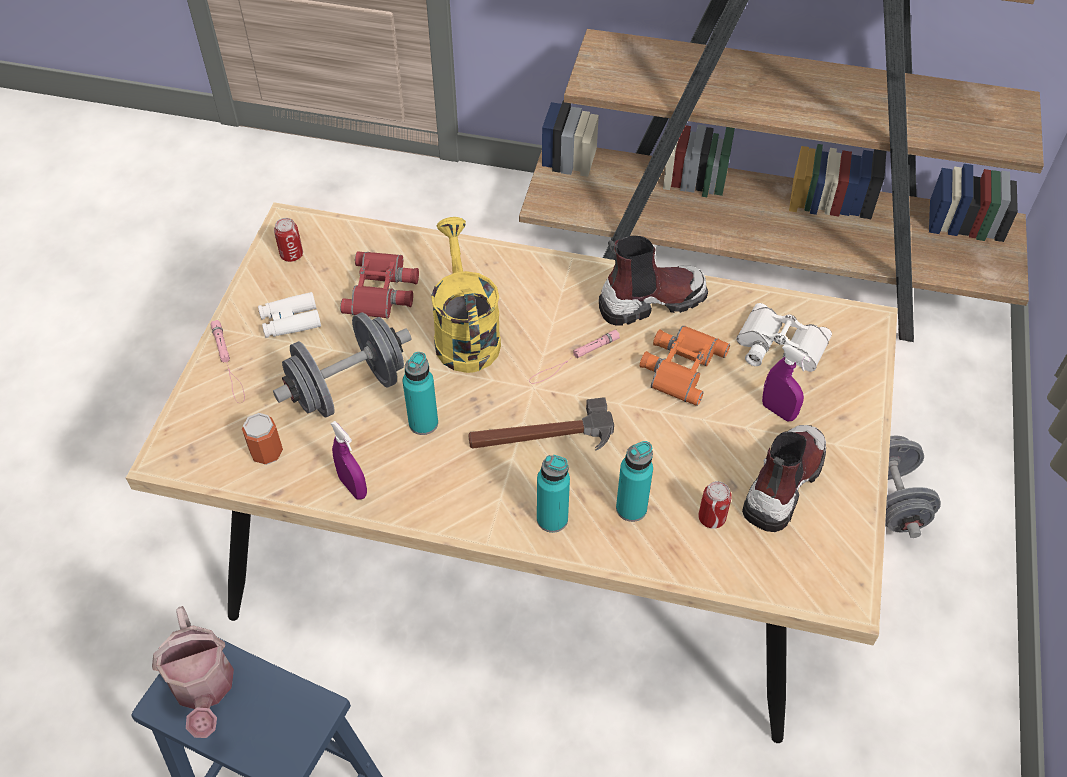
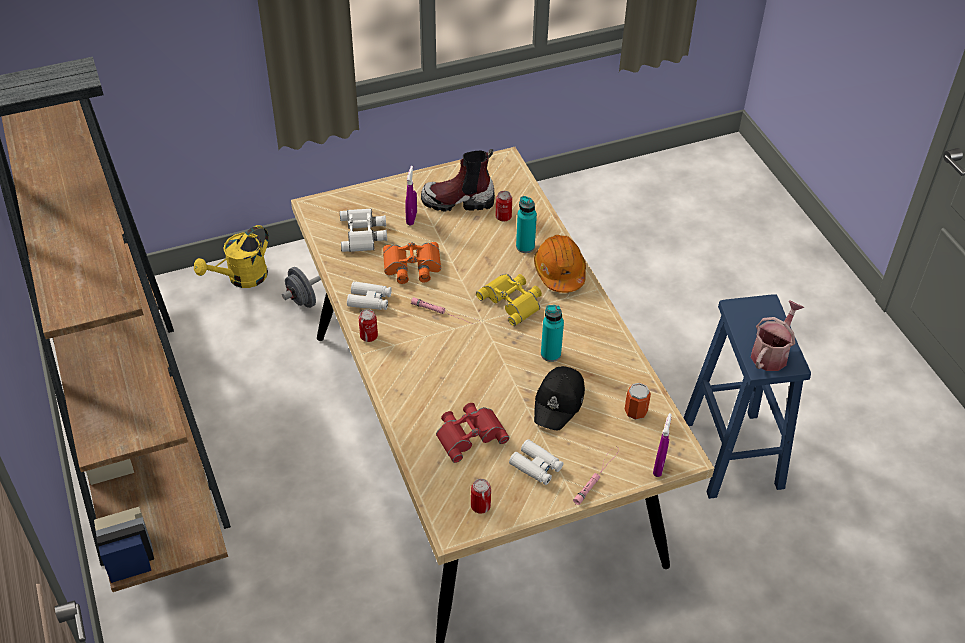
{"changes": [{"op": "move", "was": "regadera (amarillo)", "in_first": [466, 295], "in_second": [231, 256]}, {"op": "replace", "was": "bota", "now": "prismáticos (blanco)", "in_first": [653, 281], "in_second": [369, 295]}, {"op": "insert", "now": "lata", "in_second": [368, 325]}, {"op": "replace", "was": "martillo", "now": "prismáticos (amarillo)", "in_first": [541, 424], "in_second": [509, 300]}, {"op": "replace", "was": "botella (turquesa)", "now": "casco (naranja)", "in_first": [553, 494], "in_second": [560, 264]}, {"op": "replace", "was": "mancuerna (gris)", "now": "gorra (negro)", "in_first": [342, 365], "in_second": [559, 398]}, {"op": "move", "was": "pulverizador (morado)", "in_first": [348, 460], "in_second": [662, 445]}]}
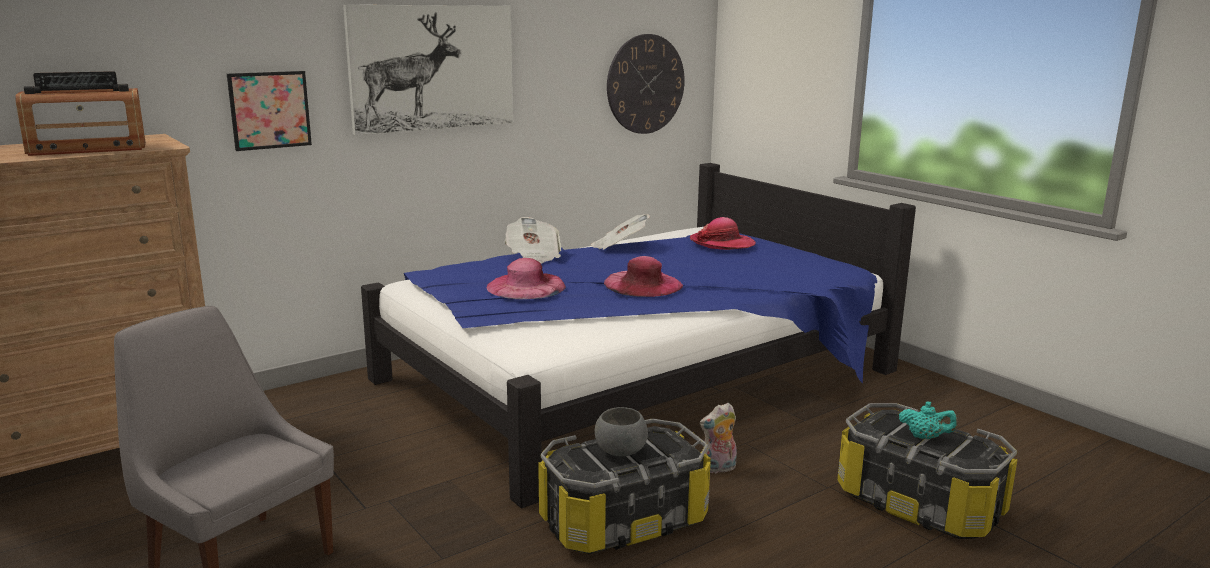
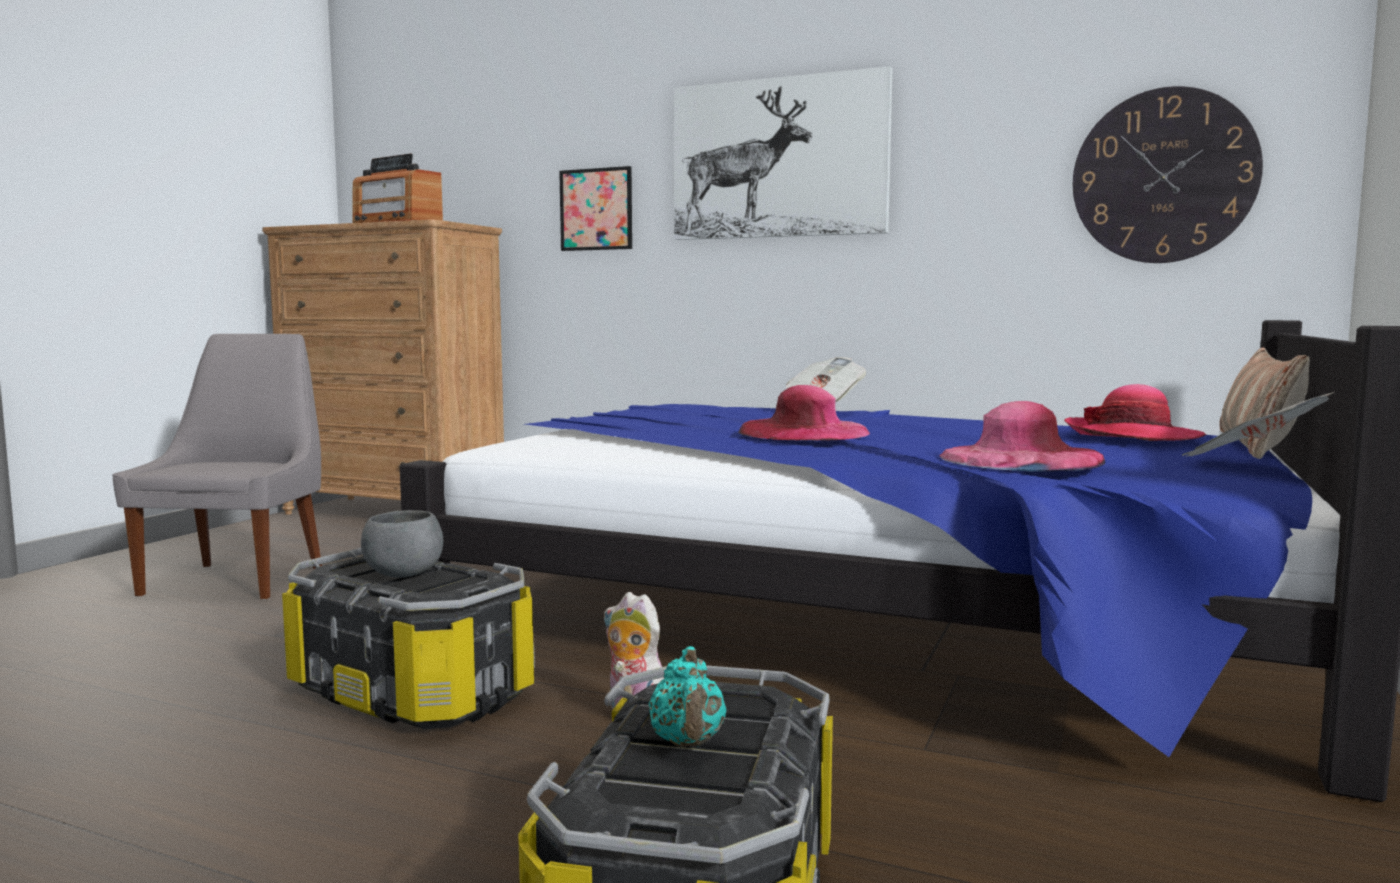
{"changes": [{"op": "move", "was": "sombrero (rosa)", "in_first": [526, 278], "in_second": [1022, 436]}, {"op": "move", "was": "periódico", "in_first": [620, 232], "in_second": [1258, 424]}, {"op": "insert", "now": "cojín", "in_second": [1264, 403]}]}
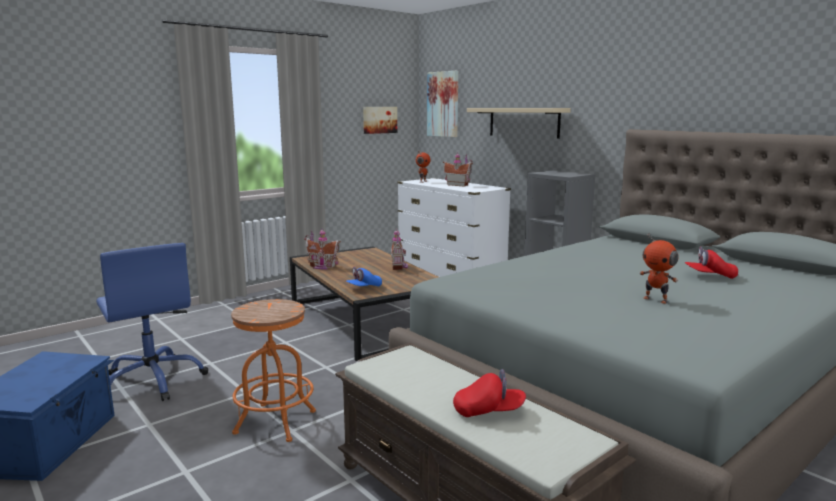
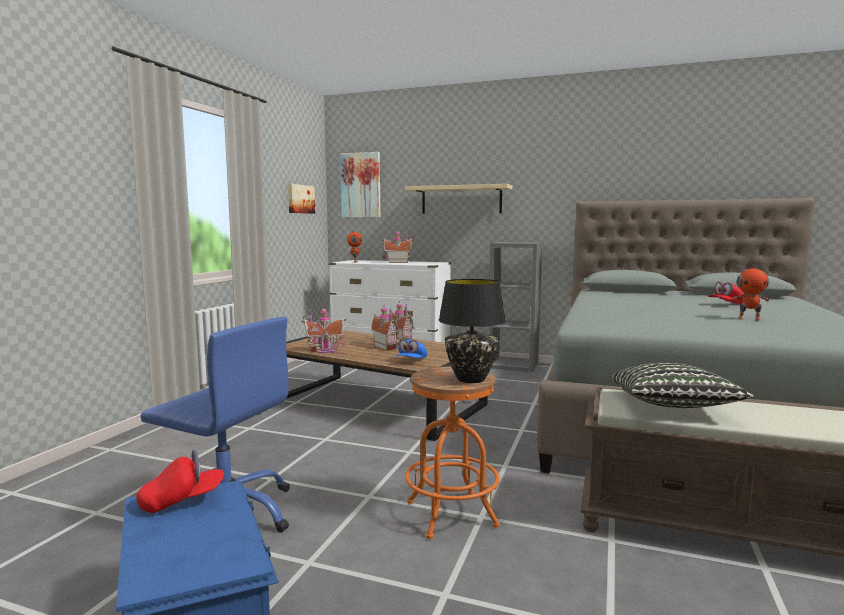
{"changes": [{"op": "move", "was": "gorra (rojo)", "in_first": [489, 393], "in_second": [180, 481]}, {"op": "insert", "now": "casita", "in_second": [385, 328]}, {"op": "insert", "now": "lámpara de mesa (negro)", "in_second": [472, 331]}, {"op": "insert", "now": "cojín", "in_second": [683, 385]}]}
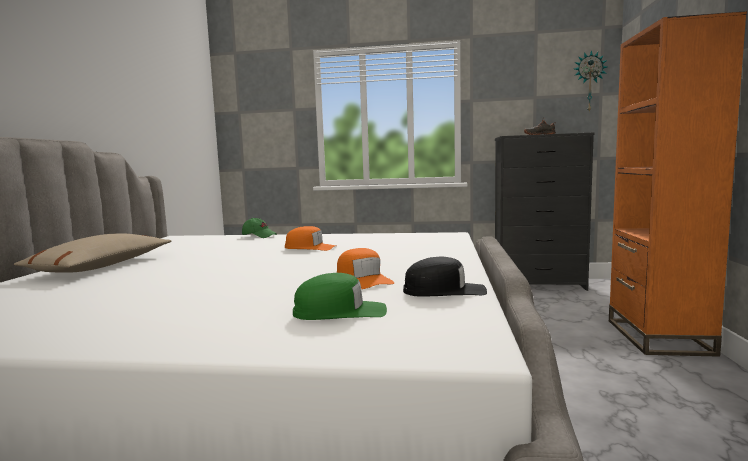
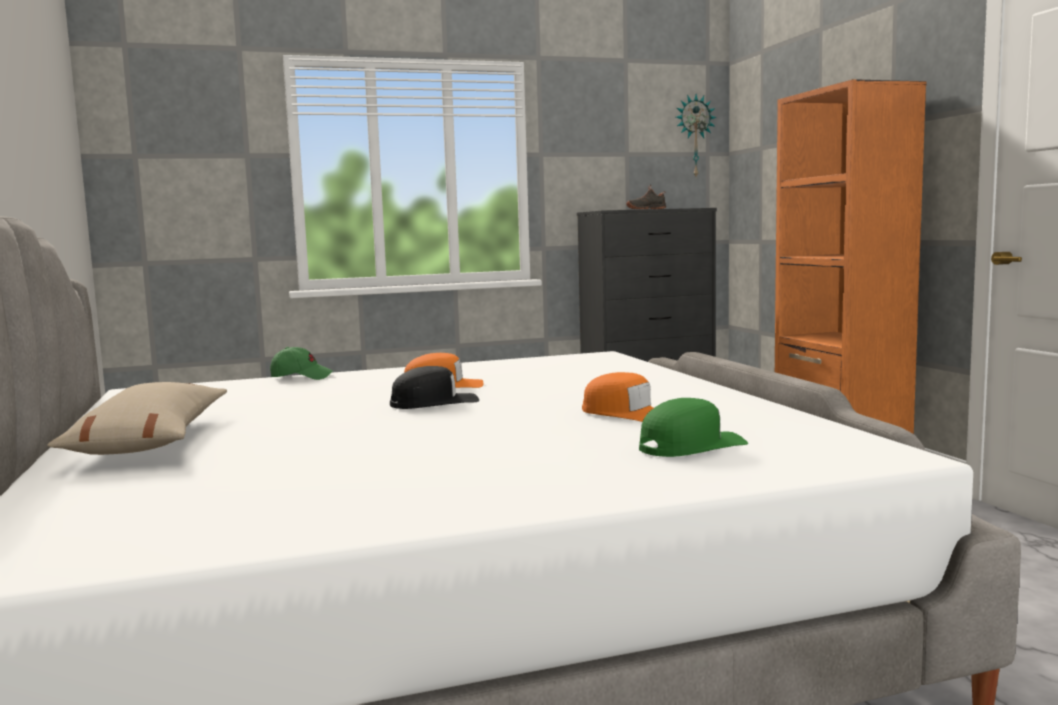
{"changes": [{"op": "move", "was": "gorra (negro)", "in_first": [445, 277], "in_second": [434, 387]}]}
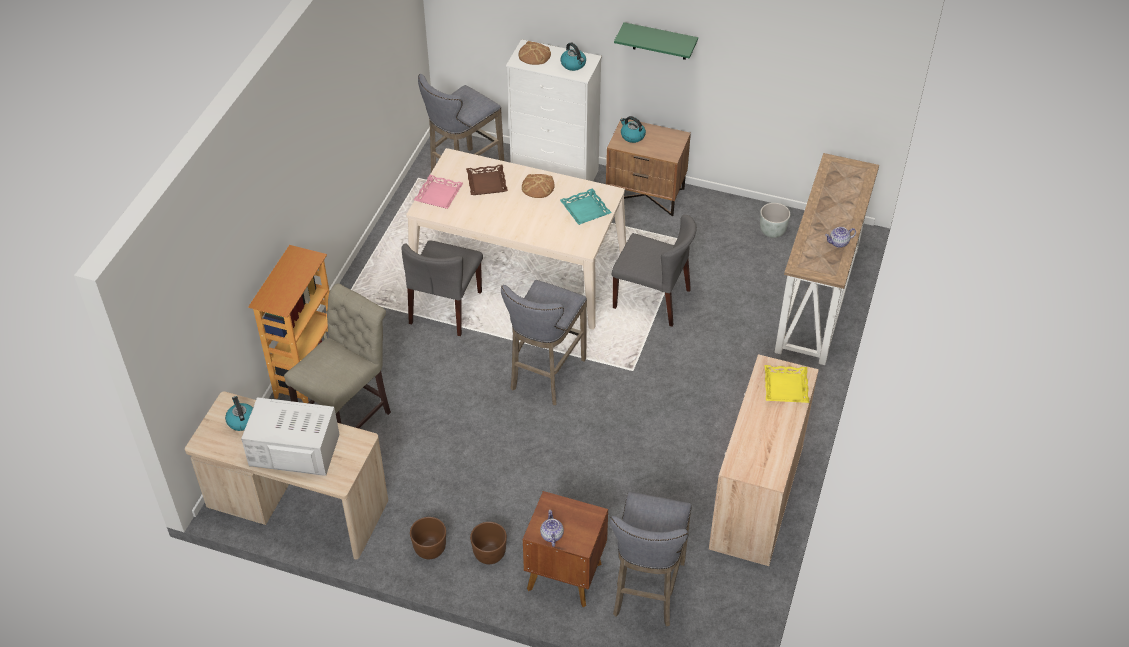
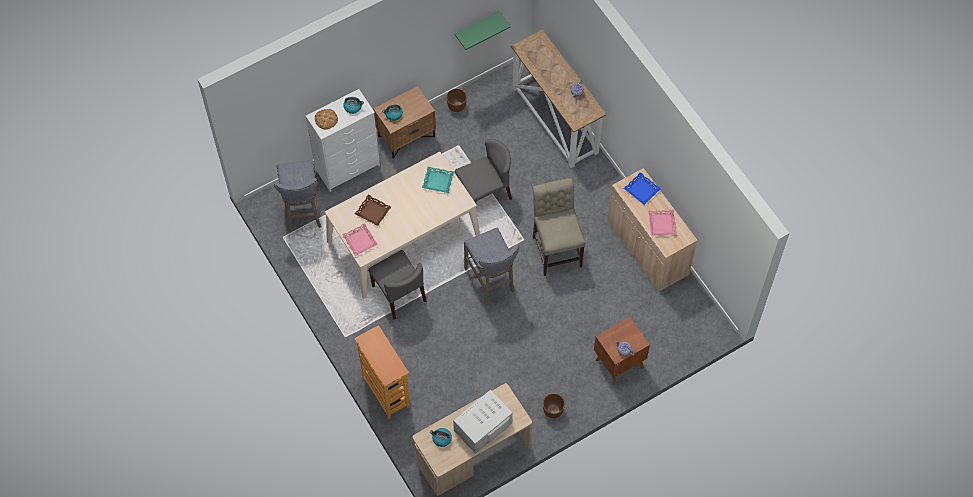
{"changes": [{"op": "move", "was": "maceta (marrón)", "in_first": [488, 543], "in_second": [456, 100]}, {"op": "move", "was": "estante (verde)", "in_first": [656, 41], "in_second": [482, 30]}, {"op": "move", "was": "silla (beis)", "in_first": [337, 355], "in_second": [559, 227]}, {"op": "recolor", "was": "bandeja (amarillo)", "now": "bandeja (azul)", "in_first": [787, 384], "in_second": [642, 188]}, {"op": "insert", "now": "bandeja (rosa)", "in_second": [662, 223]}, {"op": "delete", "was": "pan", "in_first": [538, 186]}, {"op": "delete", "was": "taburete (gris)", "in_first": [651, 559]}, {"op": "delete", "was": "maceta (gris)", "in_first": [775, 220]}]}
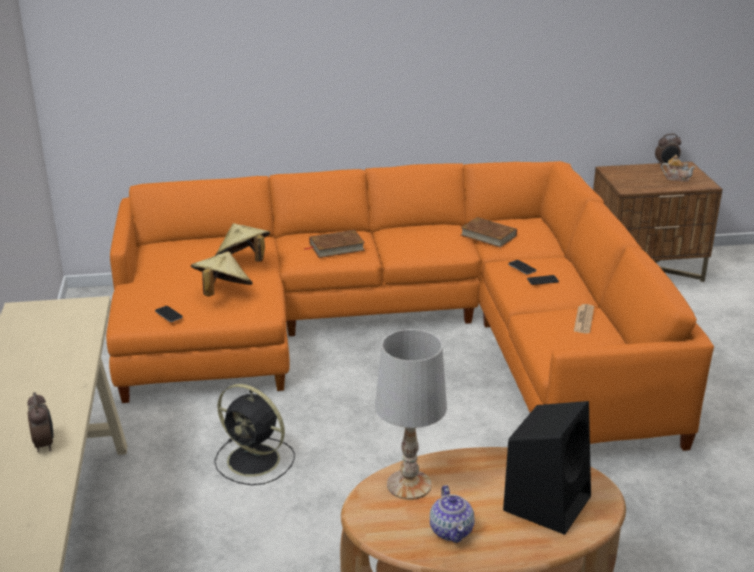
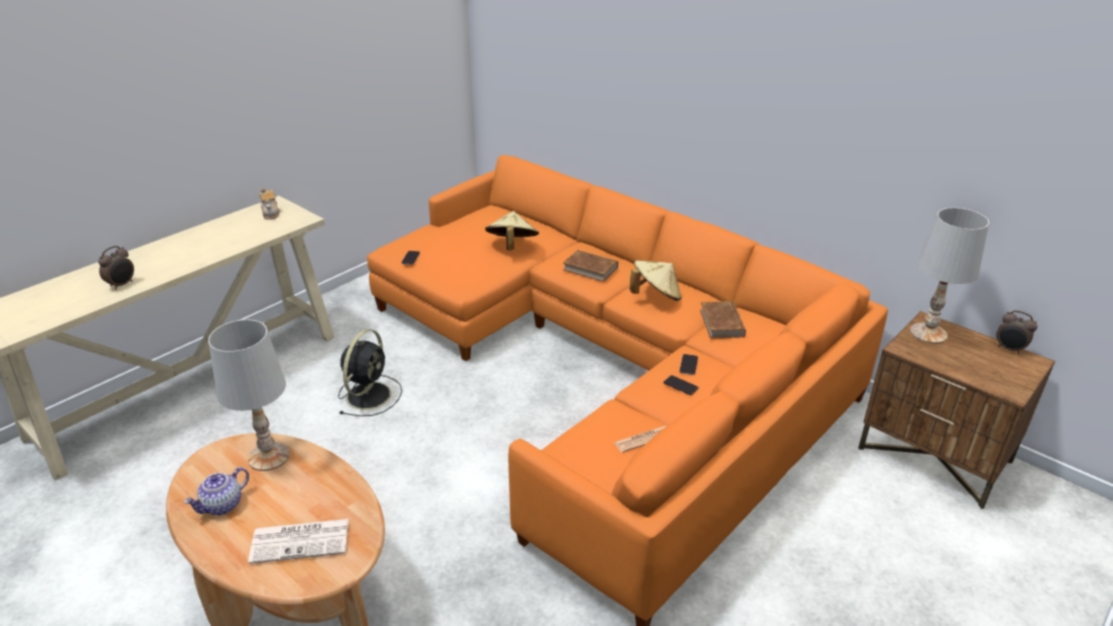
{"changes": [{"op": "replace", "was": "altavoz (negro)", "now": "periódico", "in_first": [547, 468], "in_second": [298, 541]}, {"op": "move", "was": "tetera", "in_first": [678, 168], "in_second": [269, 203]}, {"op": "rotate", "was": "ventilador (negro)", "in_first": [254, 434], "in_second": [370, 372], "clockwise": -150}, {"op": "move", "was": "sombrero (beis)", "in_first": [222, 274], "in_second": [656, 280]}, {"op": "insert", "now": "lámpara de mesa (blanco)", "in_second": [949, 276]}]}
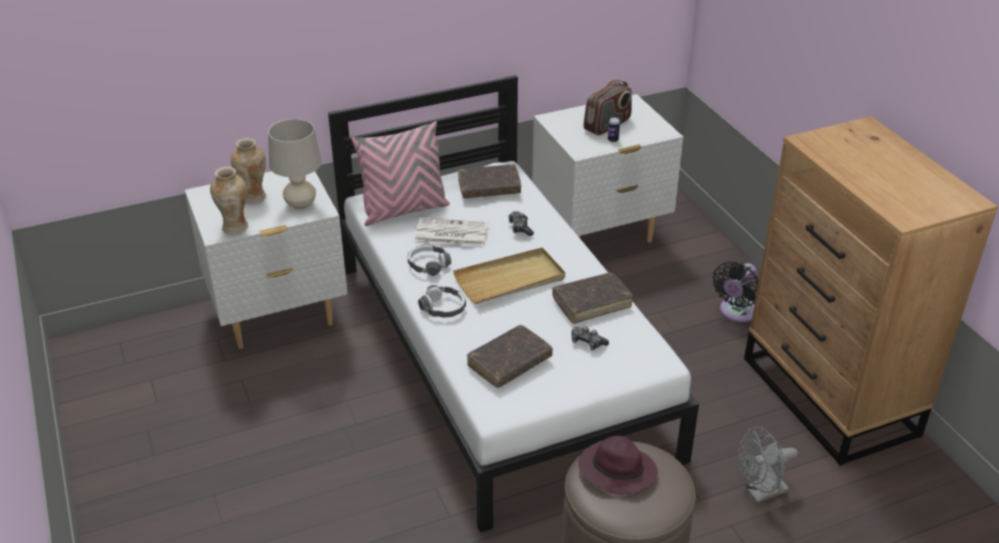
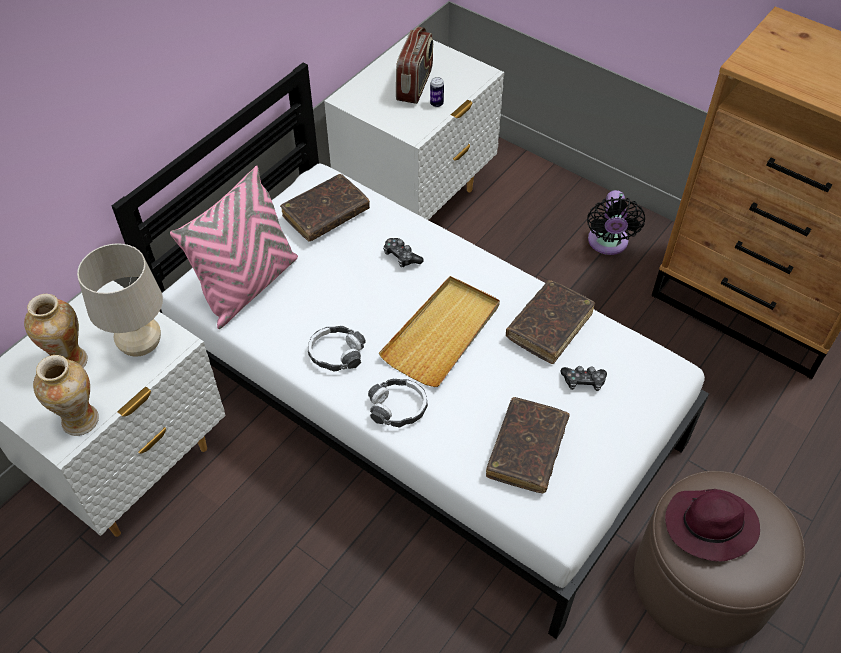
{"changes": [{"op": "delete", "was": "periódico", "in_first": [451, 232]}, {"op": "delete", "was": "ventilador (gris)", "in_first": [768, 465]}]}
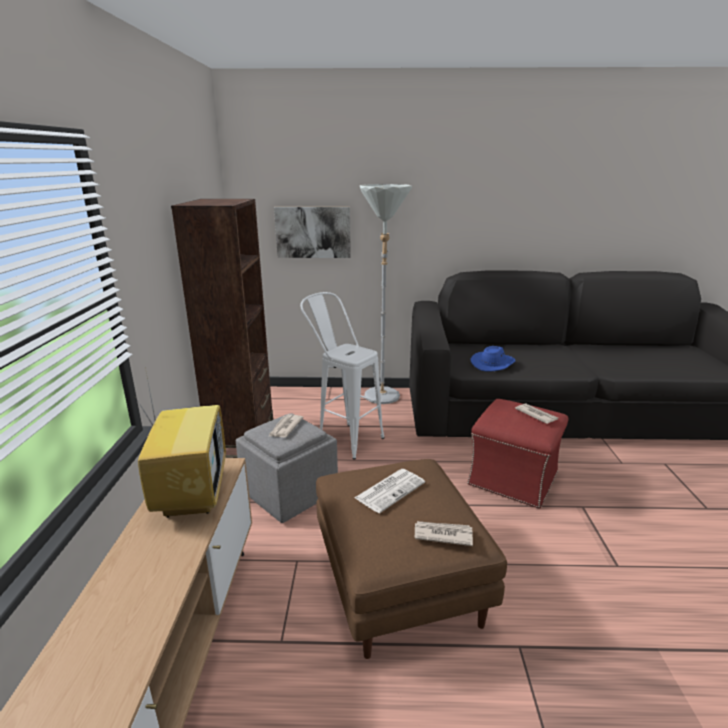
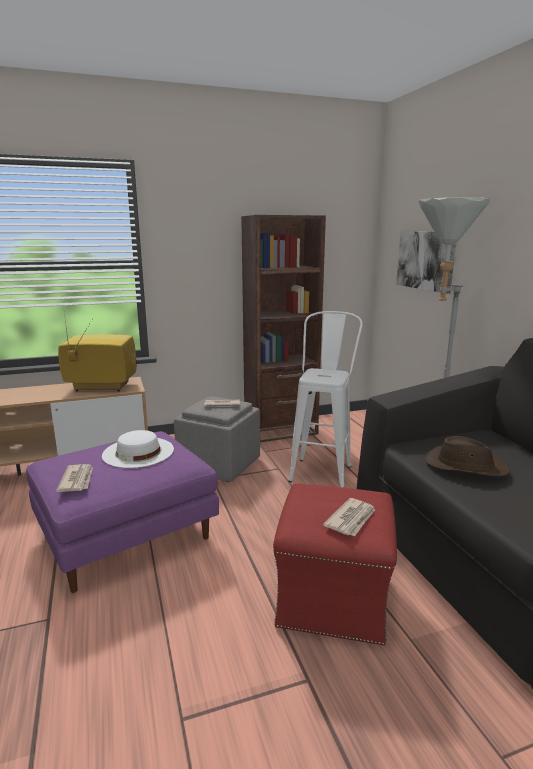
{"changes": [{"op": "recolor", "was": "puf (marrón)", "now": "puf (morado)", "in_first": [411, 559], "in_second": [122, 512]}, {"op": "rotate", "was": "televisor", "in_first": [181, 445], "in_second": [97, 352], "clockwise": -150}, {"op": "replace", "was": "periódico", "now": "sombrero (blanco)", "in_first": [389, 491], "in_second": [138, 449]}, {"op": "recolor", "was": "sombrero (azul)", "now": "sombrero (marrón)", "in_first": [492, 359], "in_second": [467, 456]}]}
